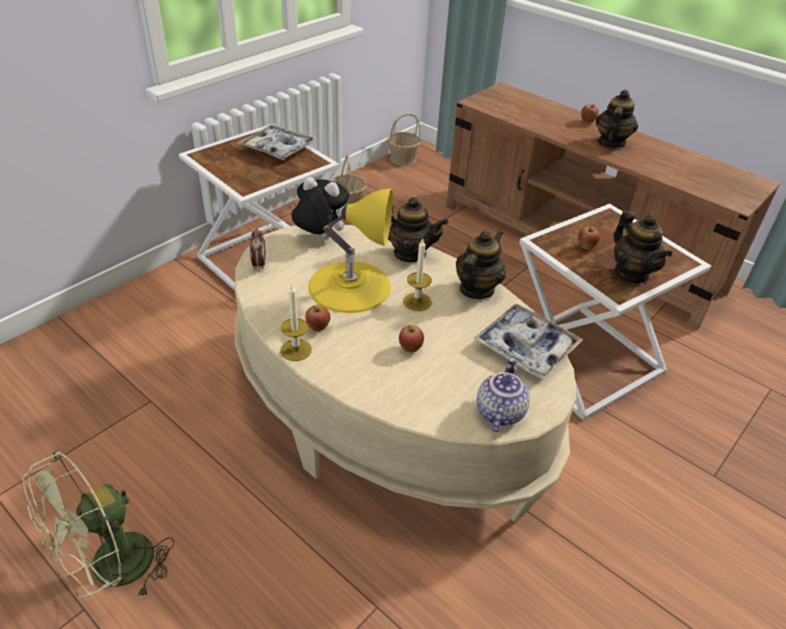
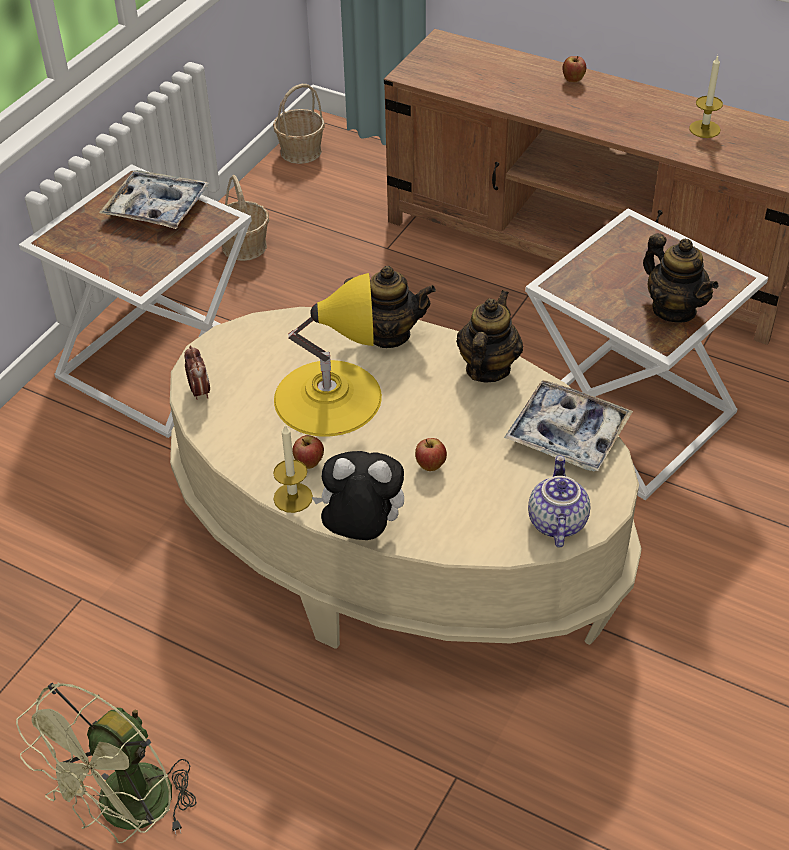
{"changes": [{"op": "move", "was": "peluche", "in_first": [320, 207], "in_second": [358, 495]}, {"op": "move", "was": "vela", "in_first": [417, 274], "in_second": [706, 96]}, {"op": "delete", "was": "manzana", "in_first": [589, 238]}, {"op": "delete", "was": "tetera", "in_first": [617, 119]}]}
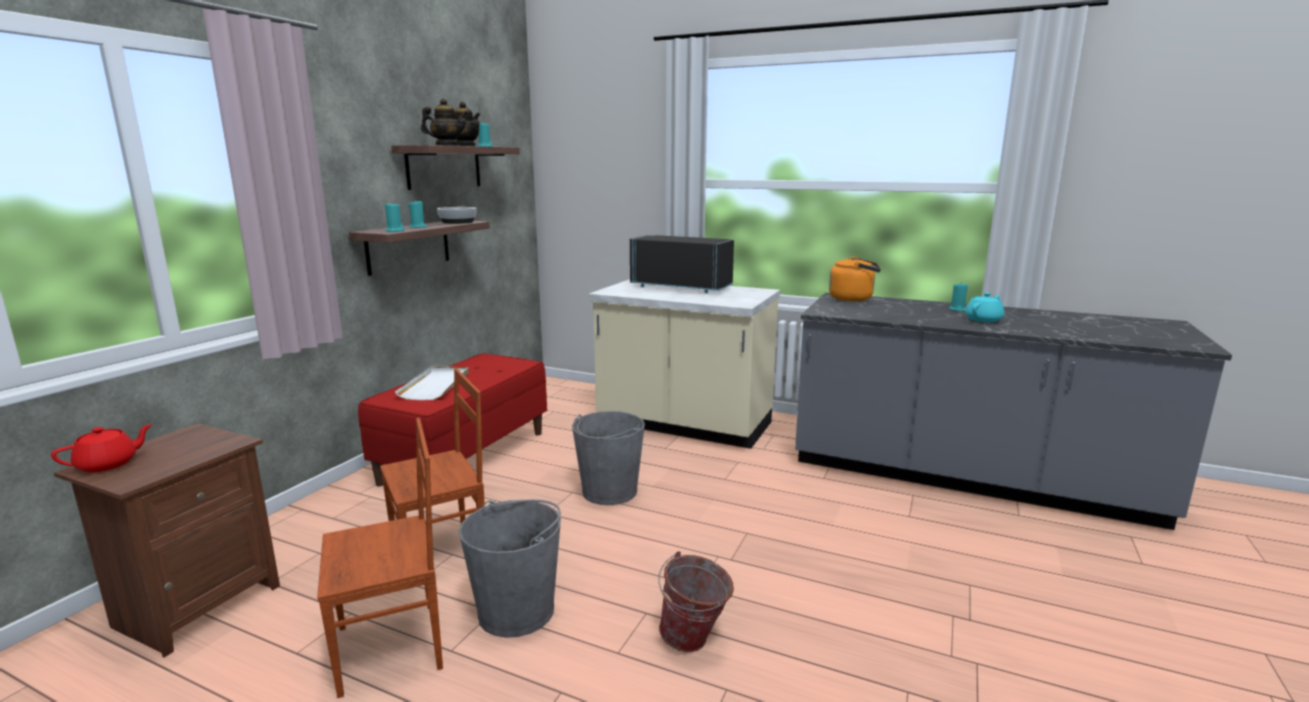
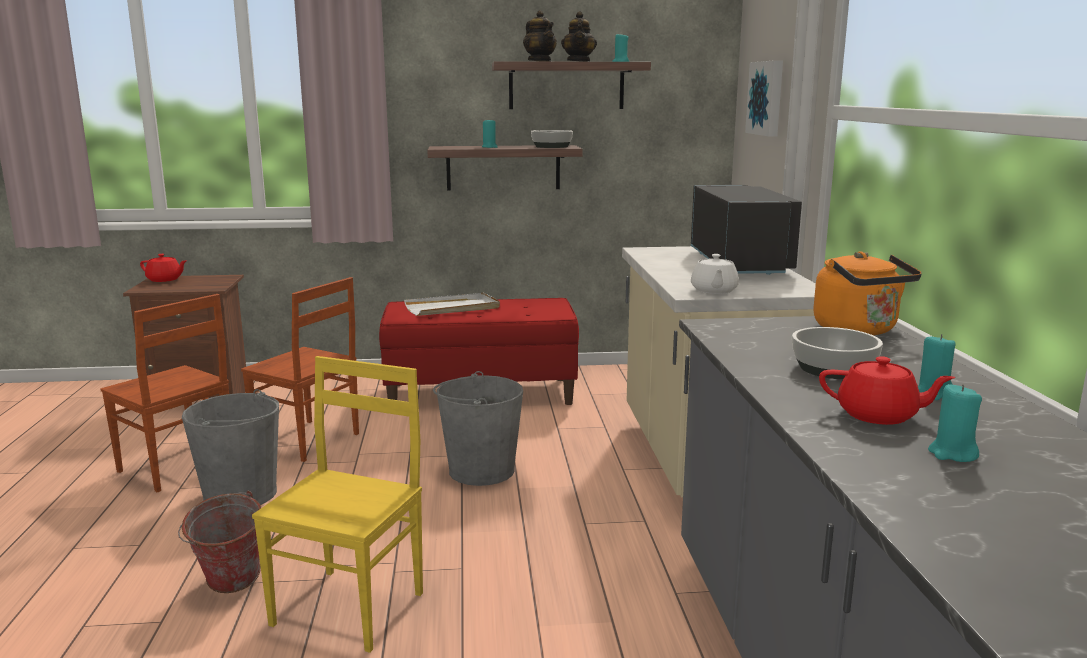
{"changes": [{"op": "insert", "now": "silla (amarillo)", "in_second": [337, 504]}, {"op": "insert", "now": "tetera (blanco)", "in_second": [715, 274]}, {"op": "insert", "now": "cuadro", "in_second": [764, 98]}, {"op": "insert", "now": "cuenco", "in_second": [837, 353]}, {"op": "recolor", "was": "tetera (turquesa)", "now": "tetera (rojo)", "in_first": [984, 307], "in_second": [887, 390]}, {"op": "move", "was": "vela (turquesa)", "in_first": [394, 217], "in_second": [955, 423]}]}
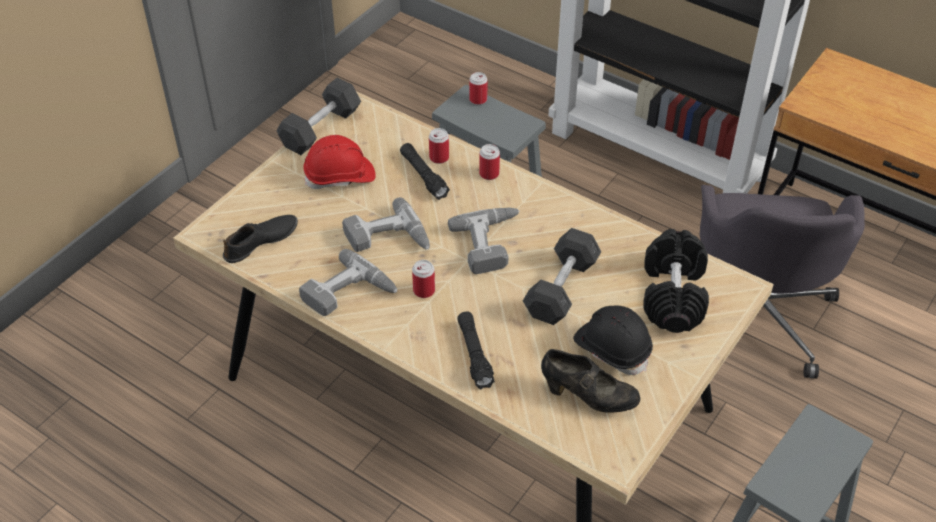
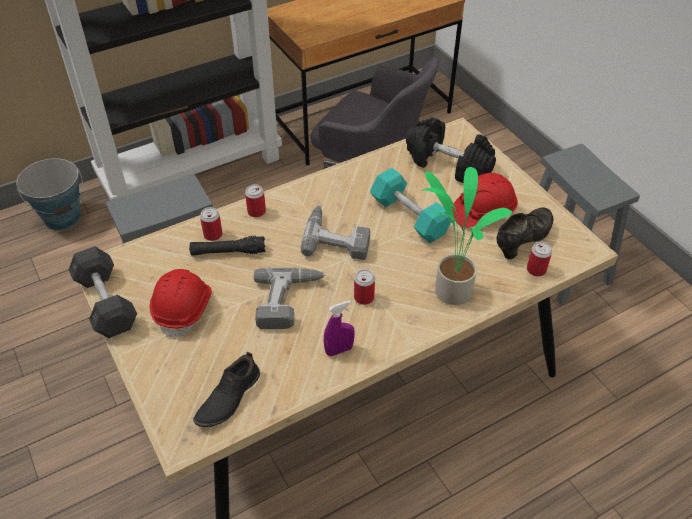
{"changes": [{"op": "insert", "now": "cubo", "in_second": [49, 194]}, {"op": "rotate", "was": "zapato (negro)", "in_first": [260, 239], "in_second": [226, 389], "clockwise": -135}, {"op": "replace", "was": "taladro", "now": "pulverizador (morado)", "in_first": [348, 282], "in_second": [339, 328]}, {"op": "recolor", "was": "mancuerna (gris)", "now": "mancuerna (turquesa)", "in_first": [562, 276], "in_second": [410, 205]}, {"op": "replace", "was": "linterna (negro)", "now": "planta en maceta", "in_first": [476, 351], "in_second": [466, 236]}, {"op": "recolor", "was": "casco (negro)", "now": "casco (rojo)", "in_first": [613, 340], "in_second": [485, 200]}, {"op": "move", "was": "lata", "in_first": [478, 88], "in_second": [539, 259]}]}
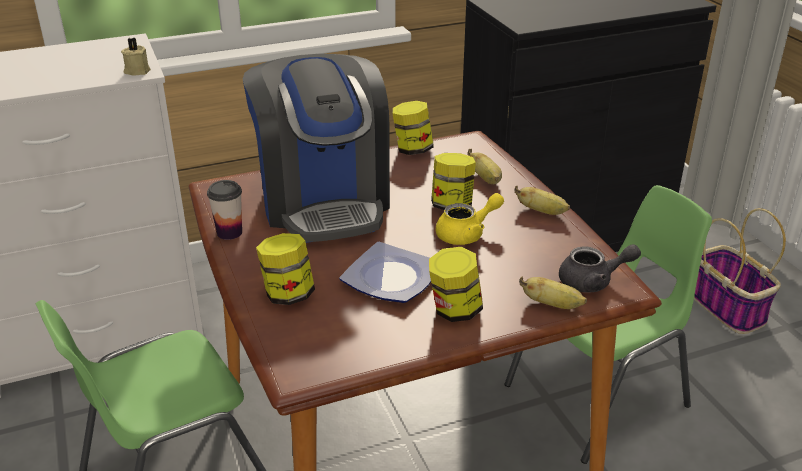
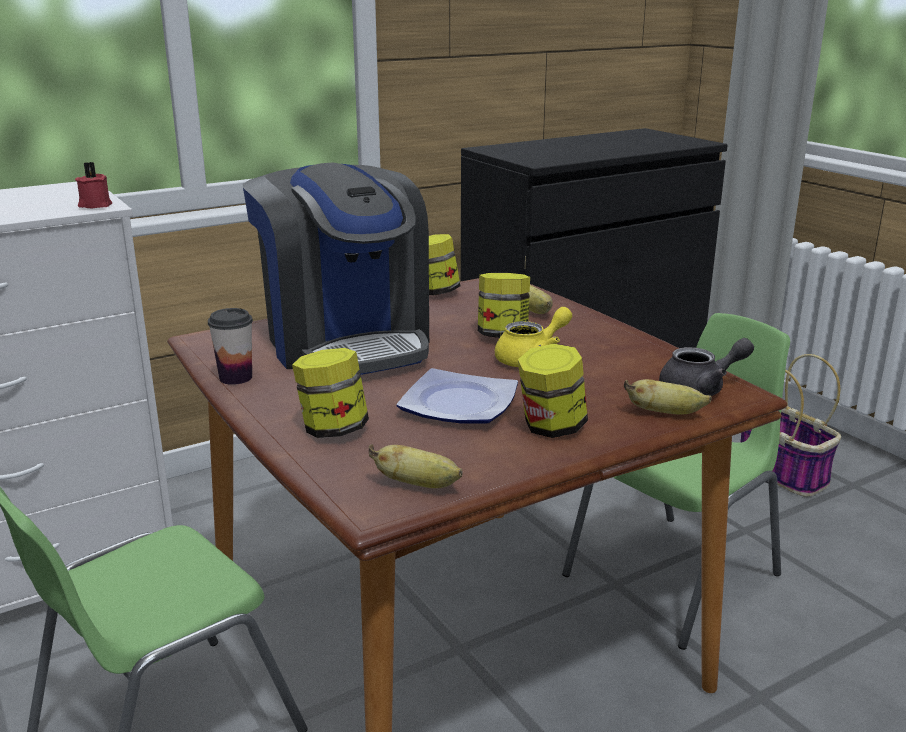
{"changes": [{"op": "recolor", "was": "vela (beis)", "now": "vela (rojo)", "in_first": [136, 56], "in_second": [93, 185]}, {"op": "move", "was": "plátano", "in_first": [542, 200], "in_second": [416, 466]}]}
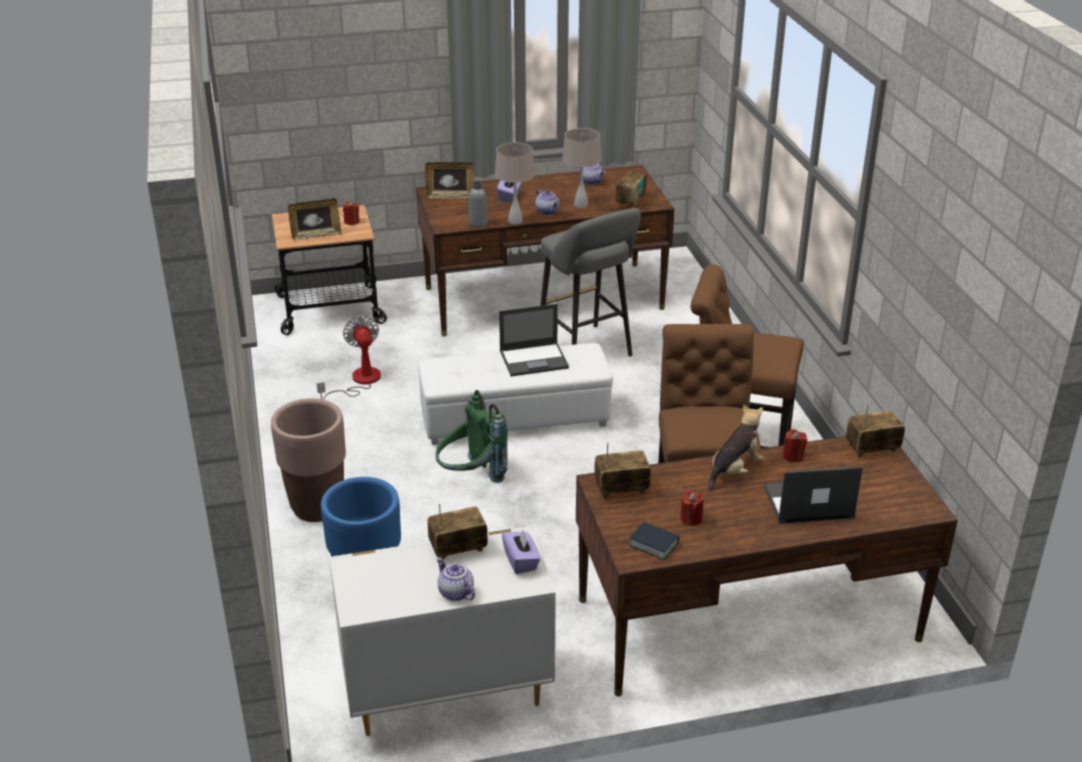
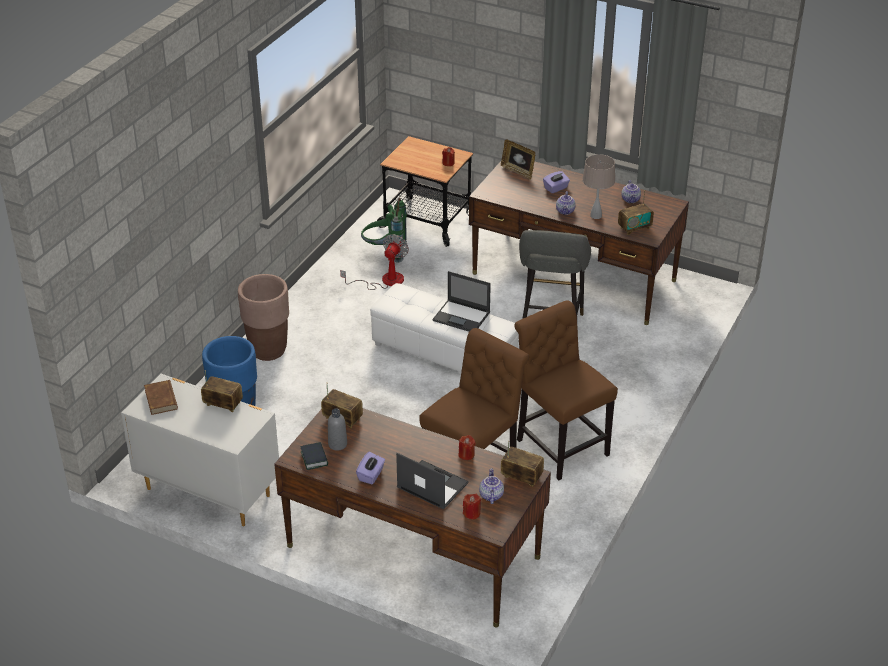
{"changes": [{"op": "insert", "now": "libro (marrón)", "in_second": [161, 397]}, {"op": "move", "was": "botella (gris)", "in_first": [478, 204], "in_second": [337, 430]}, {"op": "move", "was": "caja de pañuelos (morado)", "in_first": [521, 551], "in_second": [370, 468]}, {"op": "move", "was": "mochila (verde)", "in_first": [471, 436], "in_second": [384, 230]}, {"op": "move", "was": "vela (rojo)", "in_first": [692, 508], "in_second": [472, 507]}, {"op": "move", "was": "tetera", "in_first": [456, 579], "in_second": [491, 486]}, {"op": "delete", "was": "portarretratos", "in_first": [315, 219]}, {"op": "delete", "was": "lámpara de mesa (beis)", "in_first": [515, 183]}, {"op": "delete", "was": "peluche", "in_first": [735, 448]}]}
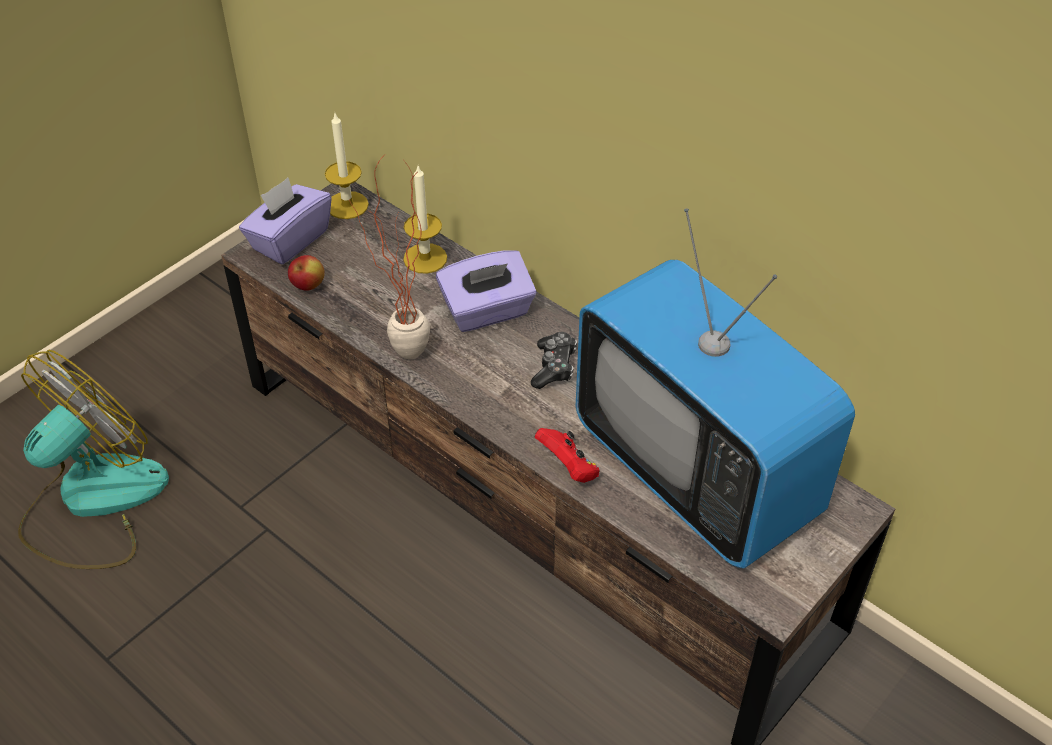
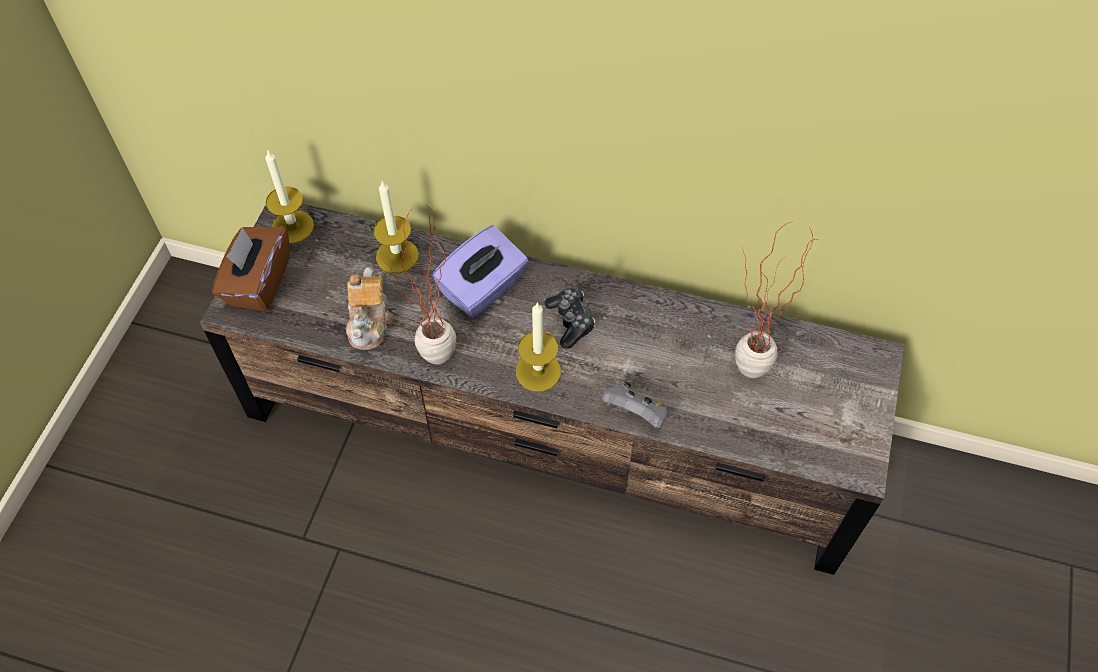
{"changes": [{"op": "recolor", "was": "caja de pañuelos (morado)", "now": "caja de pañuelos (marrón)", "in_first": [285, 221], "in_second": [250, 269]}, {"op": "insert", "now": "tetera", "in_second": [369, 309]}, {"op": "insert", "now": "vela", "in_second": [538, 346]}, {"op": "recolor", "was": "mando de consola (rojo)", "now": "mando de consola (gris)", "in_first": [567, 455], "in_second": [635, 404]}, {"op": "replace", "was": "televisor", "now": "planta en maceta", "in_first": [715, 388], "in_second": [776, 299]}, {"op": "delete", "was": "ventilador", "in_first": [93, 459]}, {"op": "delete", "was": "manzana", "in_first": [306, 272]}]}
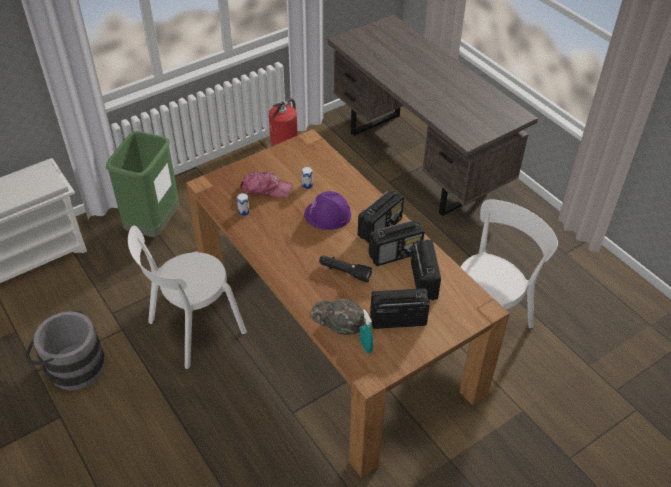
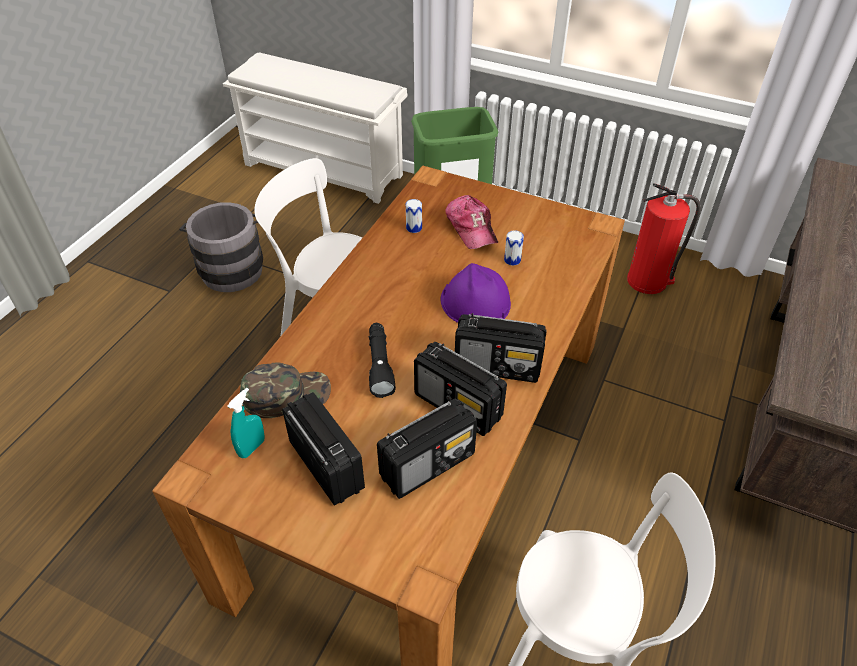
{"changes": [{"op": "rotate", "was": "gorra (verde)", "in_first": [337, 317], "in_second": [285, 390], "clockwise": 75}]}
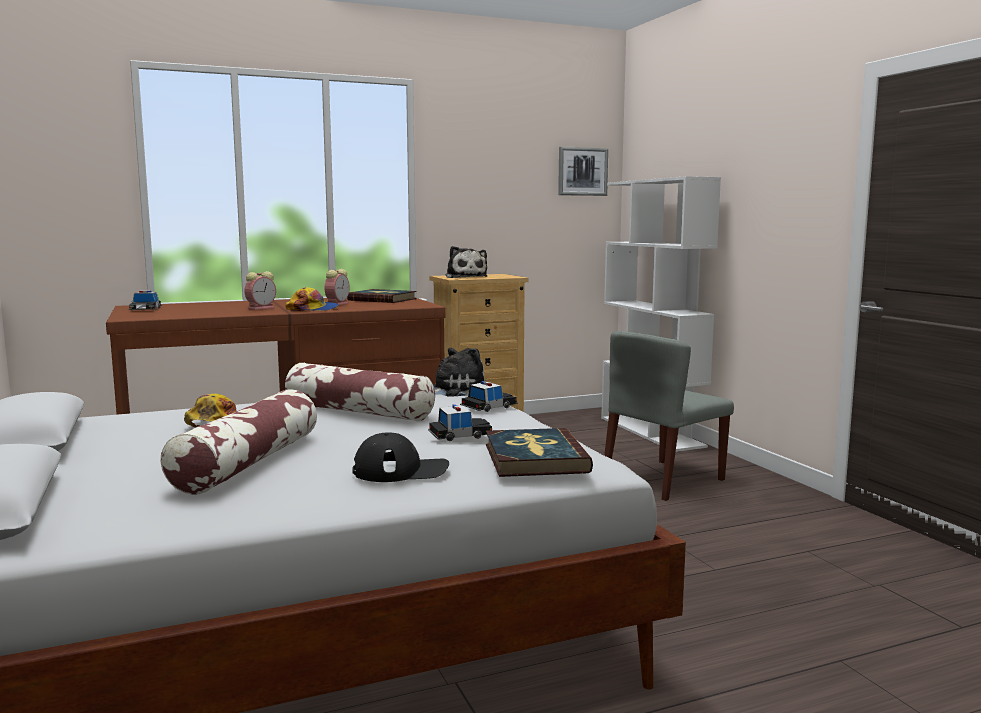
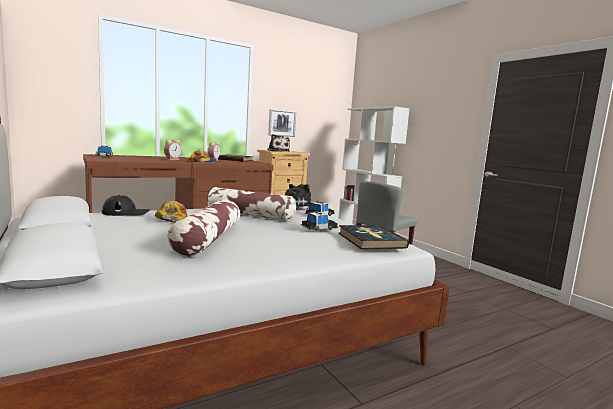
{"changes": [{"op": "move", "was": "gorra (negro)", "in_first": [400, 457], "in_second": [125, 205]}, {"op": "move", "was": "cuadro", "in_first": [583, 171], "in_second": [282, 123]}]}
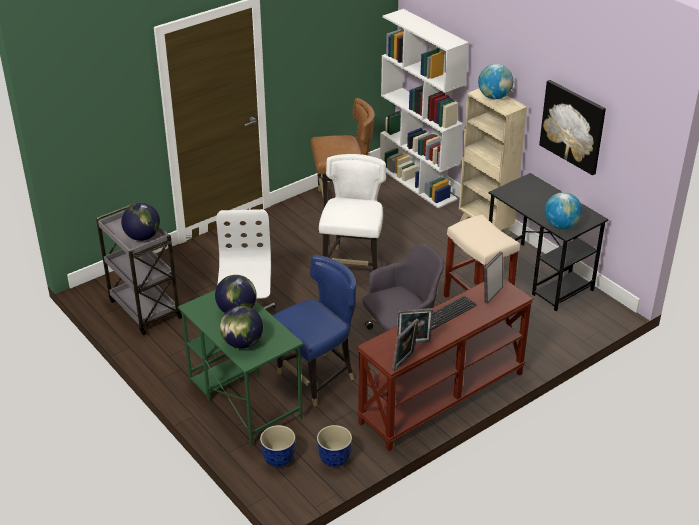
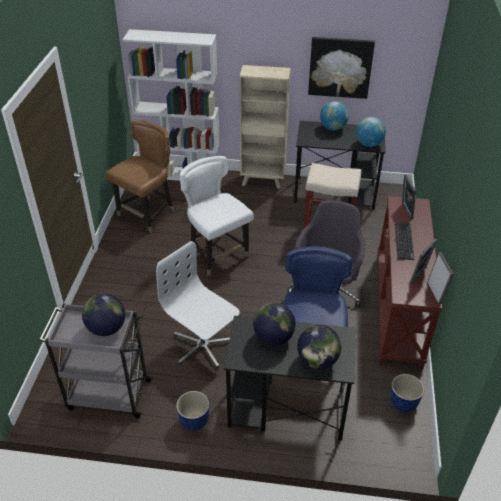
{"changes": [{"op": "move", "was": "maceta", "in_first": [277, 446], "in_second": [193, 410]}, {"op": "recolor", "was": "escritorio (verde)", "now": "escritorio (negro)", "in_first": [240, 368], "in_second": [289, 378]}, {"op": "move", "was": "globo terráqueo", "in_first": [495, 81], "in_second": [334, 116]}]}
